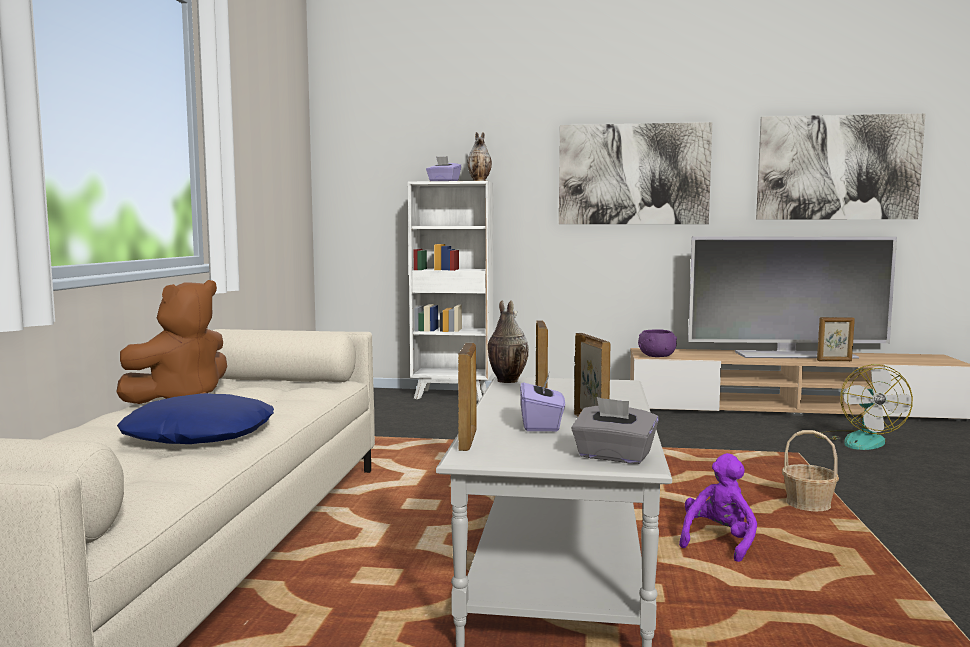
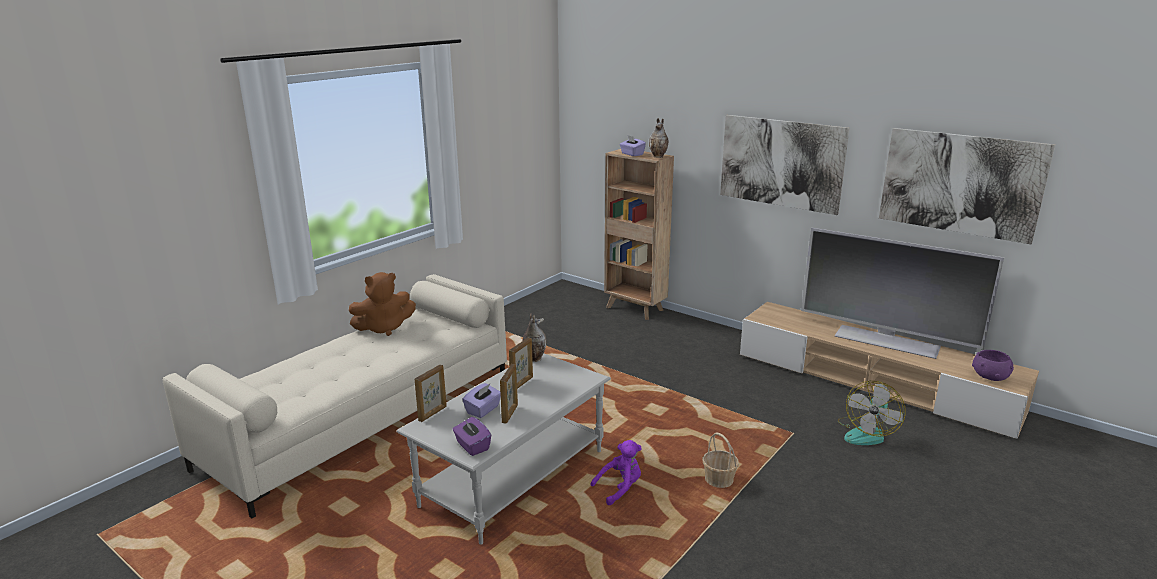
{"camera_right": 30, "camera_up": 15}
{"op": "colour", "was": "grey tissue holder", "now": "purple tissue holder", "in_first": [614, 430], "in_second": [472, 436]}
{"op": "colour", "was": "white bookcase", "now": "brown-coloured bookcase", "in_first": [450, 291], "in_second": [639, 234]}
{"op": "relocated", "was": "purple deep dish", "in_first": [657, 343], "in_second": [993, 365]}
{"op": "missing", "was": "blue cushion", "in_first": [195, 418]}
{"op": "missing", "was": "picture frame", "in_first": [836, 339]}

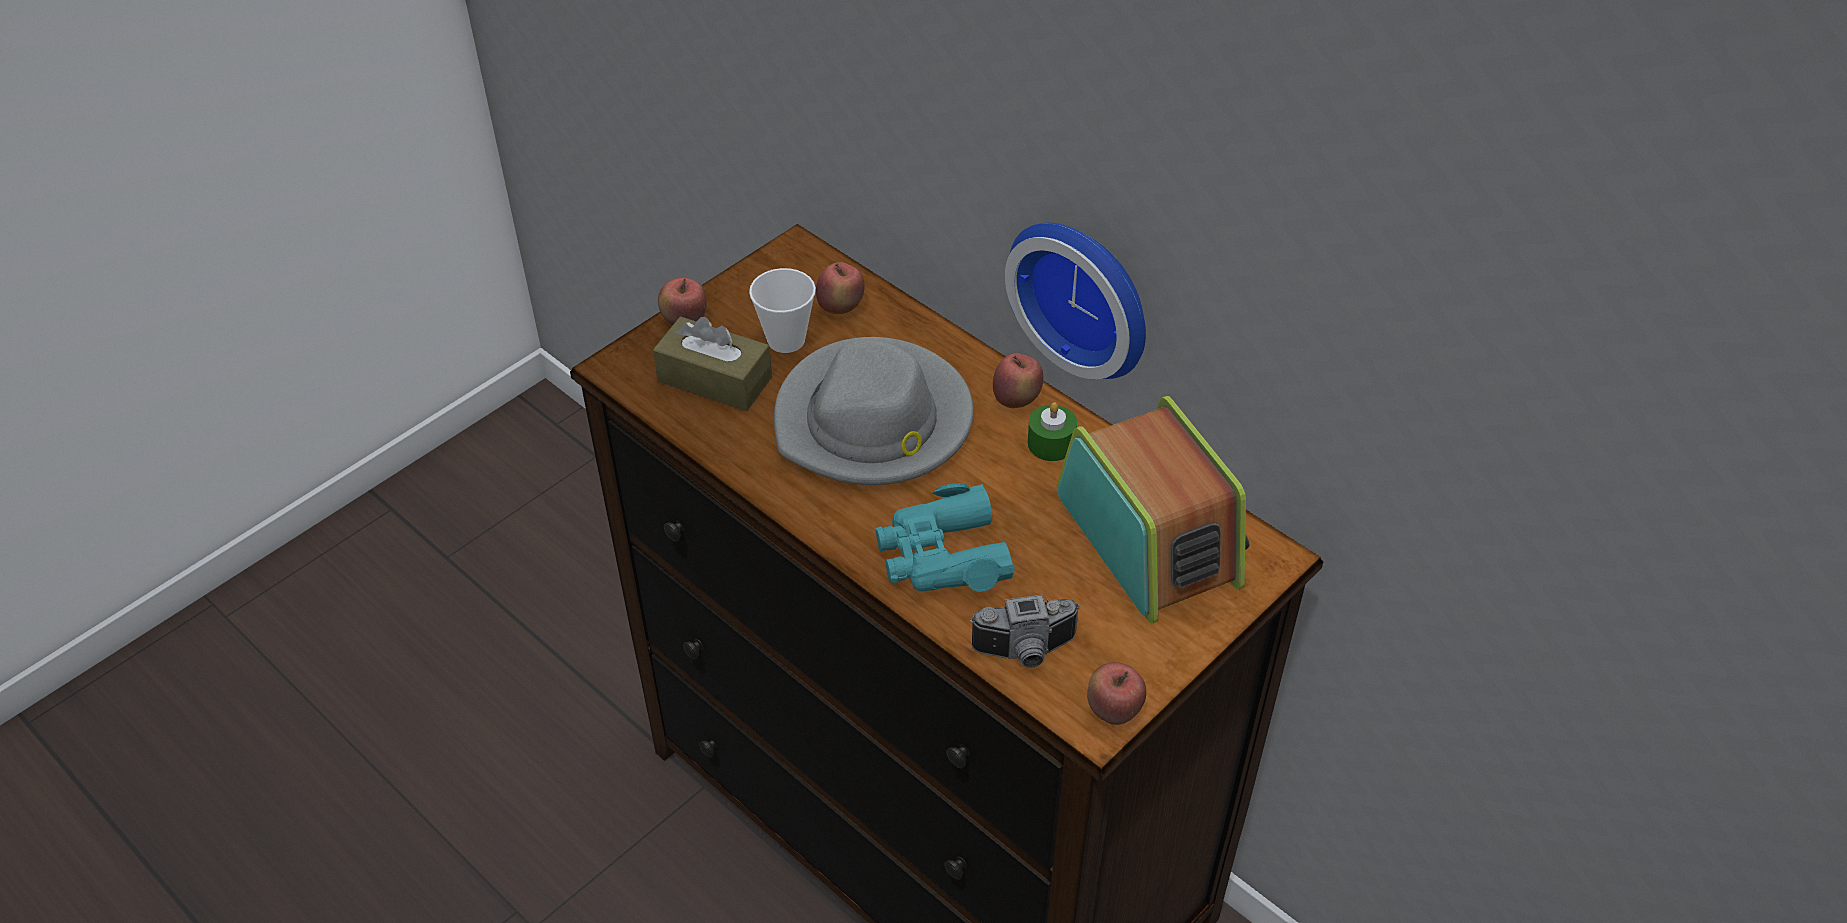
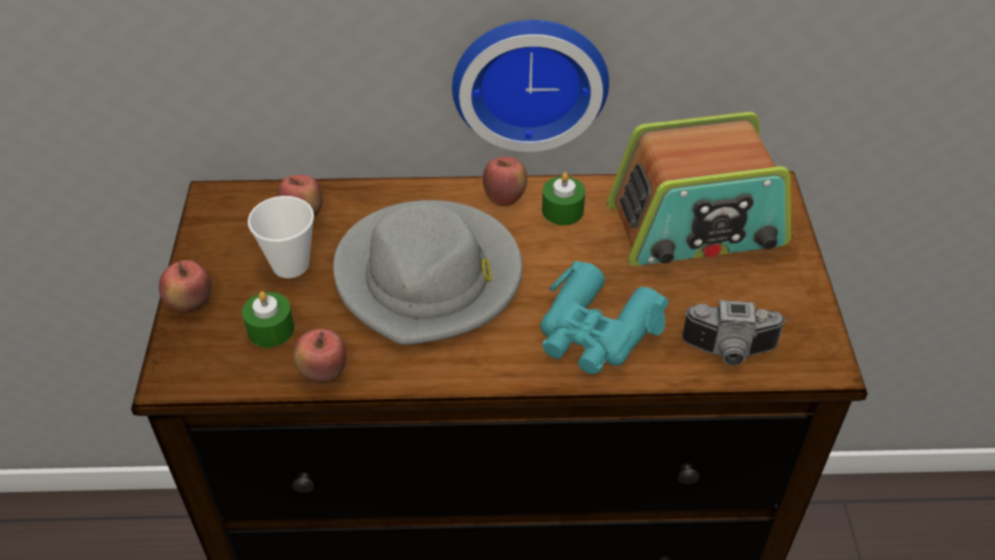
{"camera_right": -45, "camera_up": 0}
{"op": "exchanged", "was": "brown-coloured tissue holder", "now": "green wax light", "in_first": [712, 364], "in_second": [268, 319]}
{"op": "relocated", "was": "apple", "in_first": [1116, 693], "in_second": [319, 356]}
{"op": "spun", "was": "radio", "in_first": [1153, 509], "in_second": [698, 189], "clockwise": 150}
{"op": "spun", "was": "still camera", "in_first": [1025, 631], "in_second": [734, 332], "clockwise": 60}

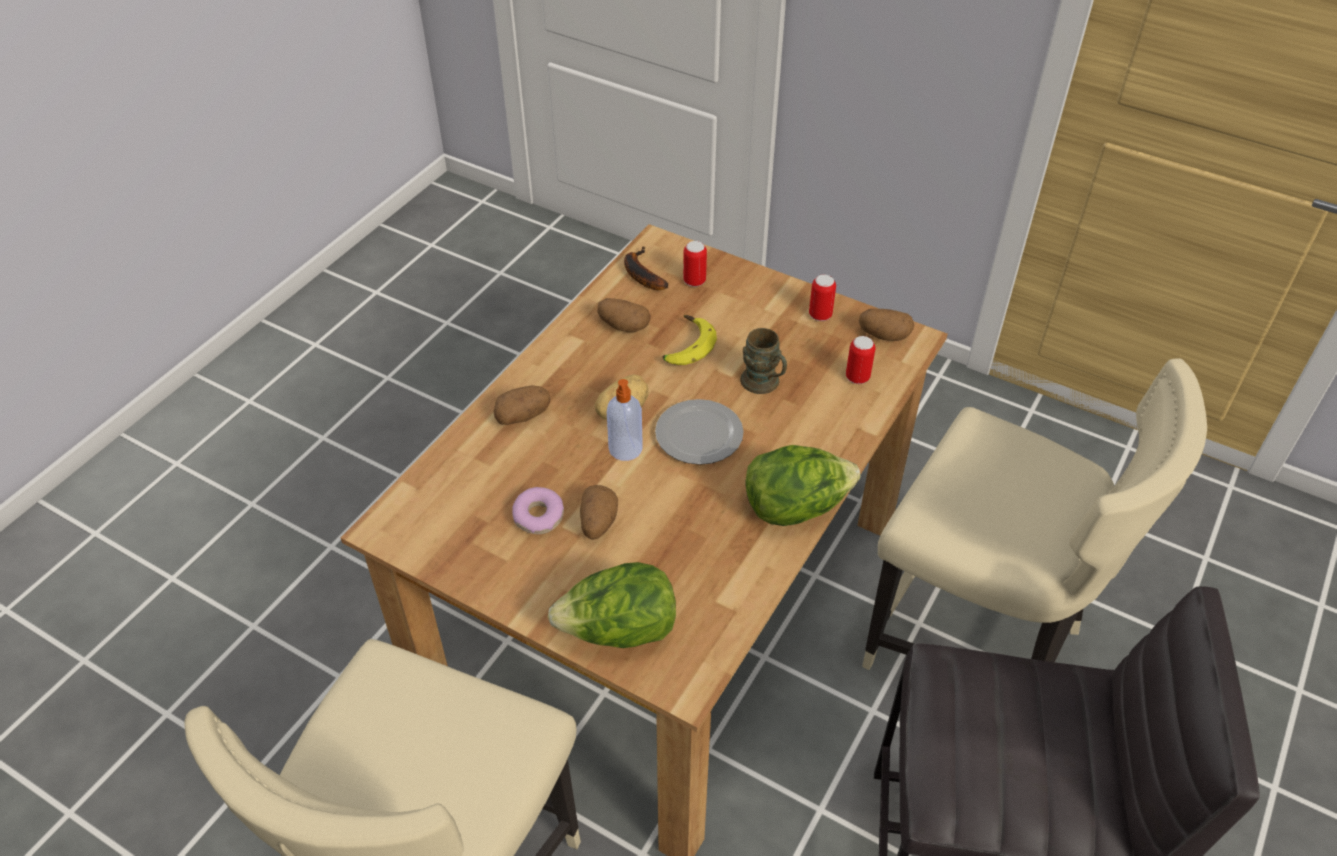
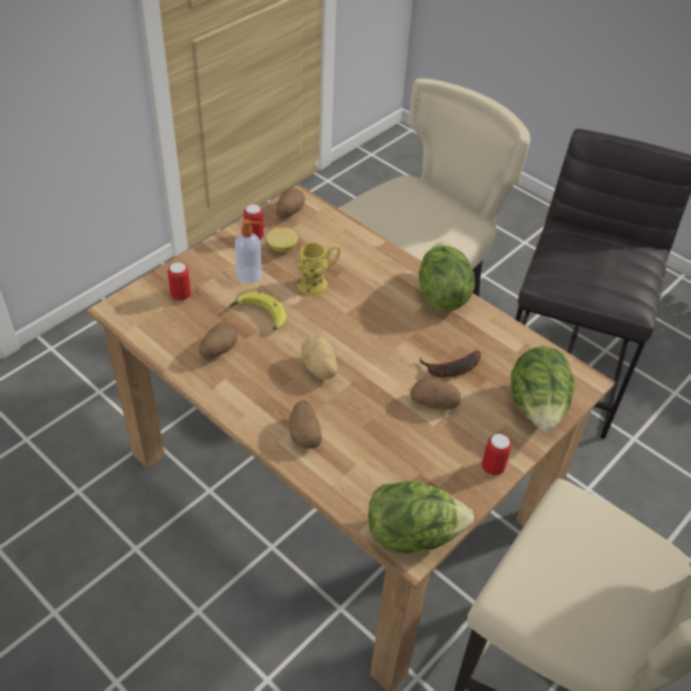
{"camera_right": -80, "camera_up": 0}
{"op": "relocated", "was": "soap bottle", "in_first": [625, 420], "in_second": [248, 251]}
{"op": "appeared", "now": "citrus fruit", "in_second": [282, 240]}
{"op": "colour", "was": "brown-coloured coffee mug", "now": "yellowish coffee mug", "in_first": [763, 361], "in_second": [318, 269]}
{"op": "appeared", "now": "lettuce", "in_second": [421, 517]}
{"op": "relocated", "was": "banana", "in_first": [646, 268], "in_second": [450, 364]}
{"op": "relocated", "was": "sealed can", "in_first": [860, 360], "in_second": [496, 455]}
{"op": "missing", "was": "ring doughnut", "in_first": [538, 510]}
{"op": "missing", "was": "dinner plate", "in_first": [699, 432]}

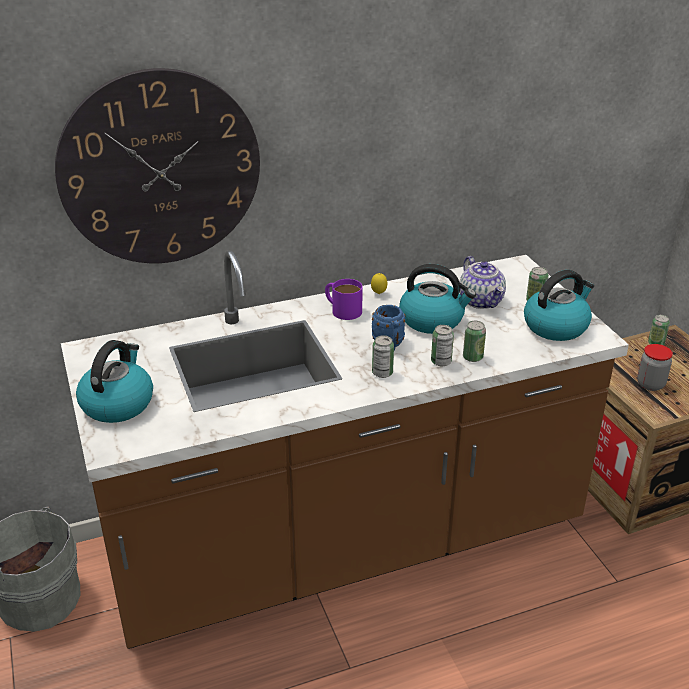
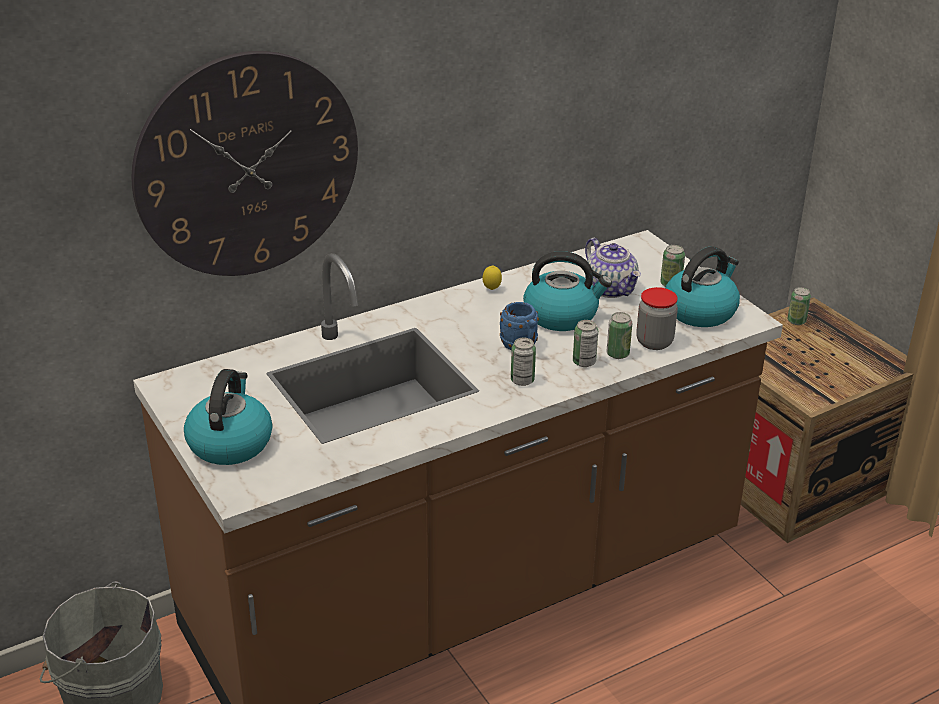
{"camera_right": -10, "camera_up": 0}
{"op": "relocated", "was": "storage jar", "in_first": [655, 367], "in_second": [657, 318]}
{"op": "missing", "was": "purple coffee mug", "in_first": [344, 299]}

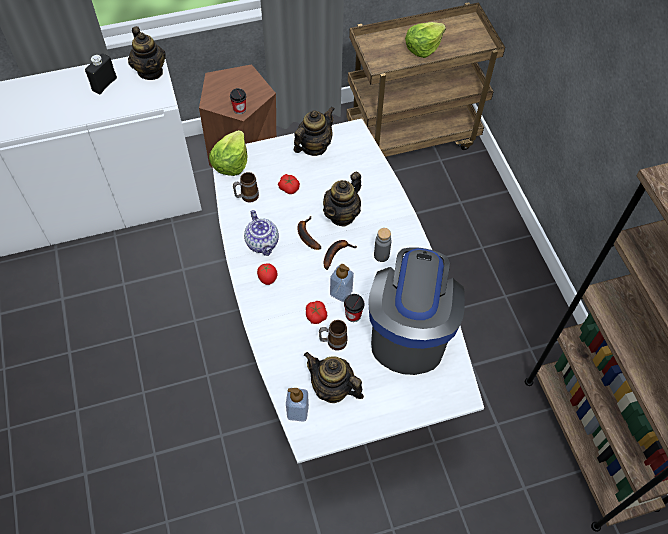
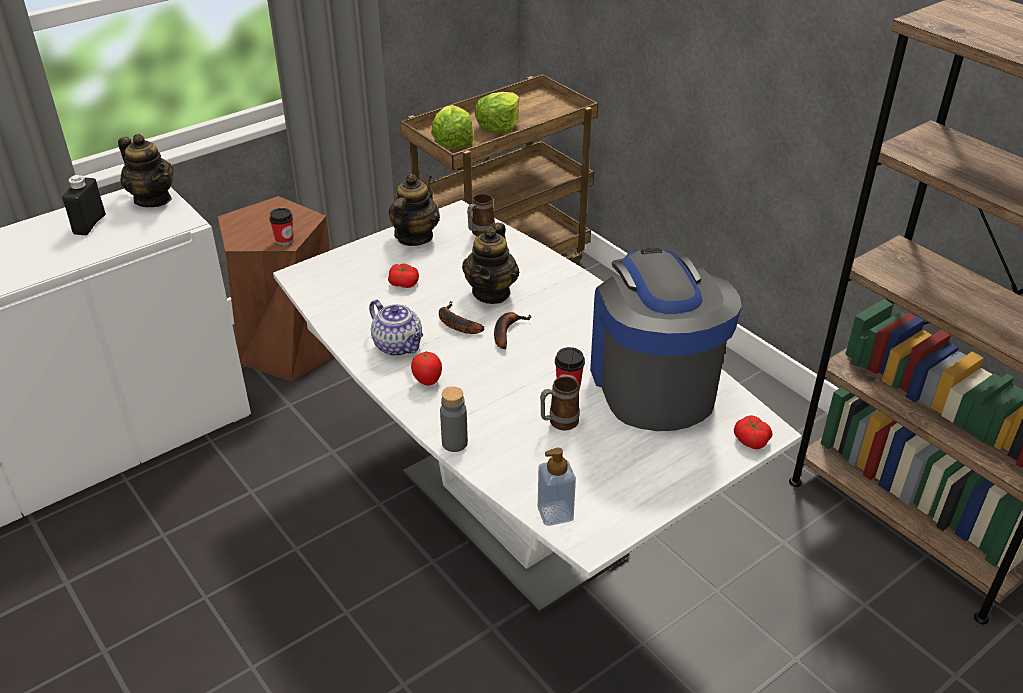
{"camera_right": -20, "camera_up": -20}
{"op": "relocated", "was": "lettuce", "in_first": [228, 153], "in_second": [452, 126]}
{"op": "relocated", "was": "grey beverage bottle", "in_first": [383, 245], "in_second": [454, 419]}
{"op": "relocated", "was": "coffee mug", "in_first": [246, 187], "in_second": [481, 215]}
{"op": "relocated", "was": "fresh tomato", "in_first": [316, 312], "in_second": [753, 432]}
{"op": "missing", "was": "tea pot", "in_first": [334, 377]}
{"op": "missing", "was": "soap bottle", "in_first": [342, 283]}

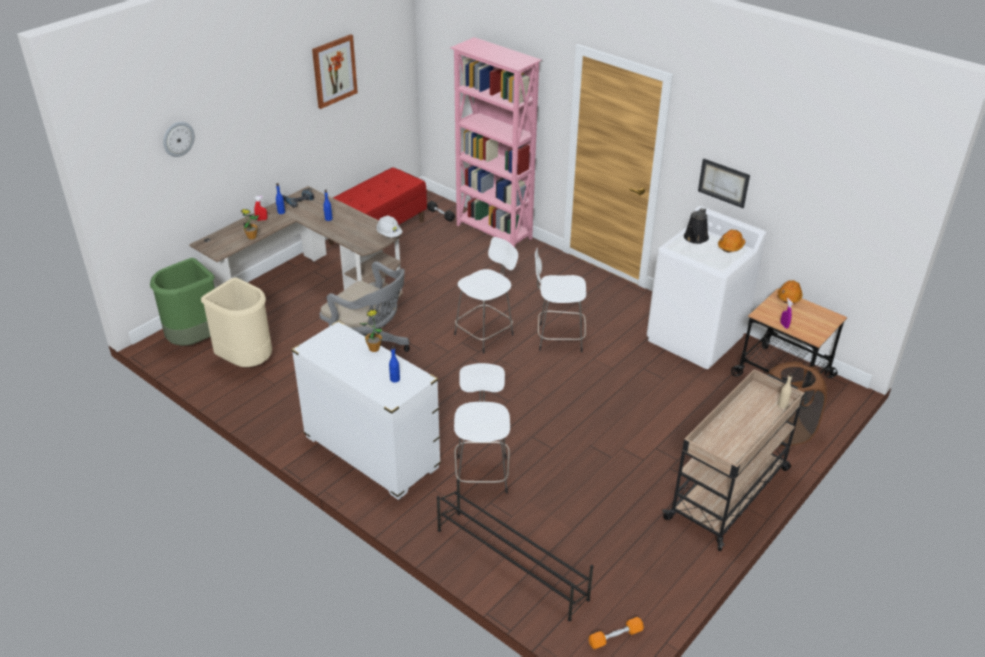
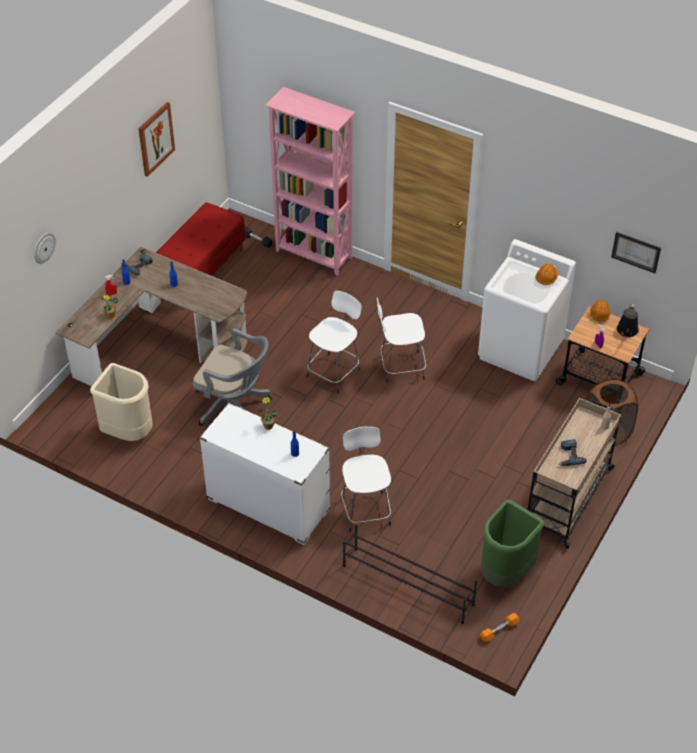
{"camera_right": -10, "camera_up": 10}
{"op": "relocated", "was": "green trash can", "in_first": [182, 302], "in_second": [512, 543]}
{"op": "appeared", "now": "drill", "in_second": [573, 452]}
{"op": "relocated", "was": "wall picture", "in_first": [724, 183], "in_second": [636, 252]}
{"op": "relocated", "was": "blackish sprinkling can", "in_first": [696, 226], "in_second": [628, 320]}
{"op": "missing", "was": "white hard hat", "in_first": [389, 226]}

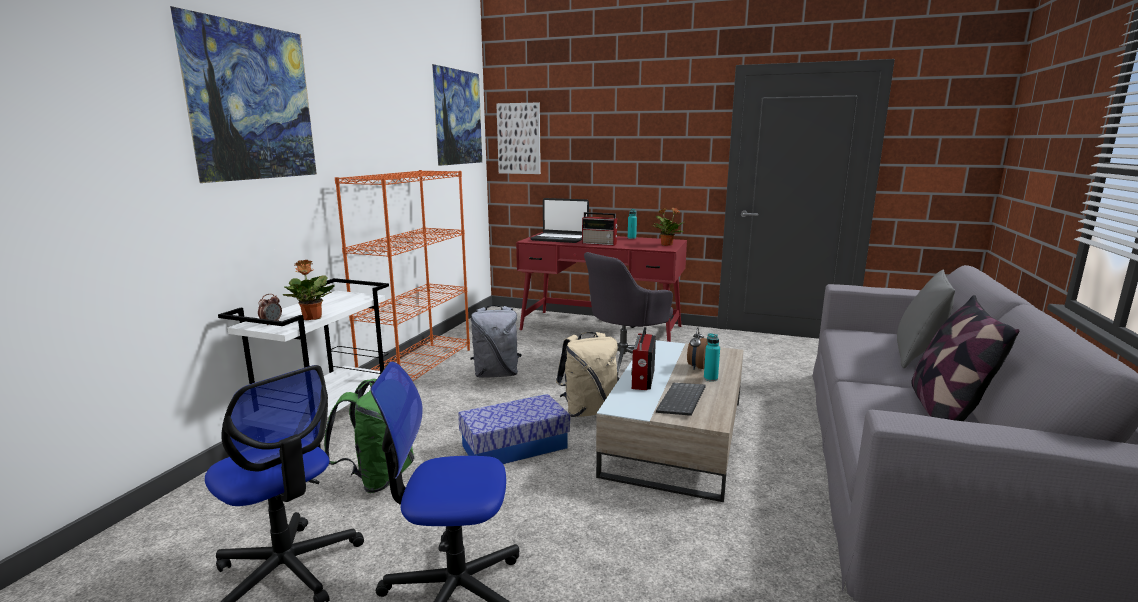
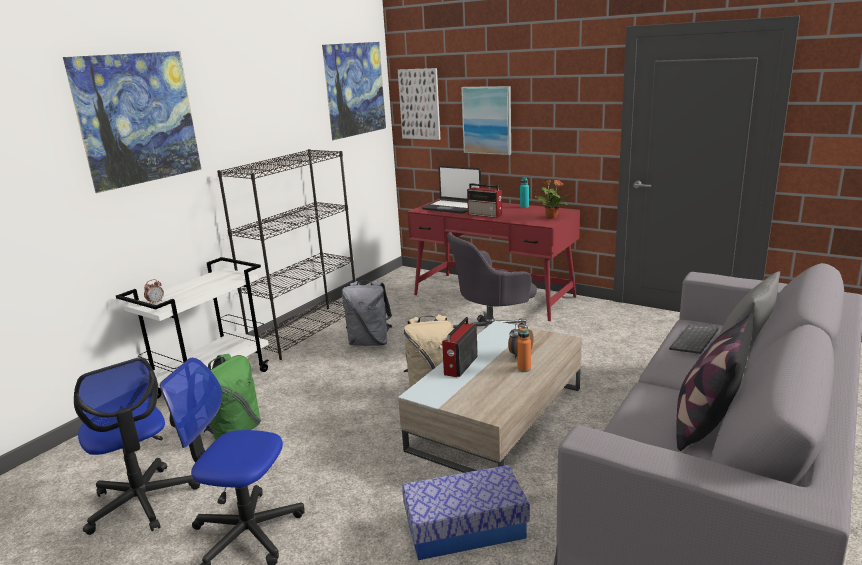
{"camera_right": 15, "camera_up": 5}
{"op": "colour", "was": "orangey bookcase", "now": "blackish bookcase", "in_first": [402, 275], "in_second": [286, 254]}
{"op": "relocated", "was": "storage box", "in_first": [514, 429], "in_second": [466, 512]}
{"op": "appeared", "now": "wall picture", "in_second": [486, 120]}
{"op": "colour", "was": "turquoise beverage bottle", "now": "orangey beverage bottle", "in_first": [712, 357], "in_second": [524, 349]}
{"op": "relocated", "was": "computer keyboard", "in_first": [681, 399], "in_second": [694, 339]}
{"op": "missing", "was": "houseplant", "in_first": [308, 290]}

